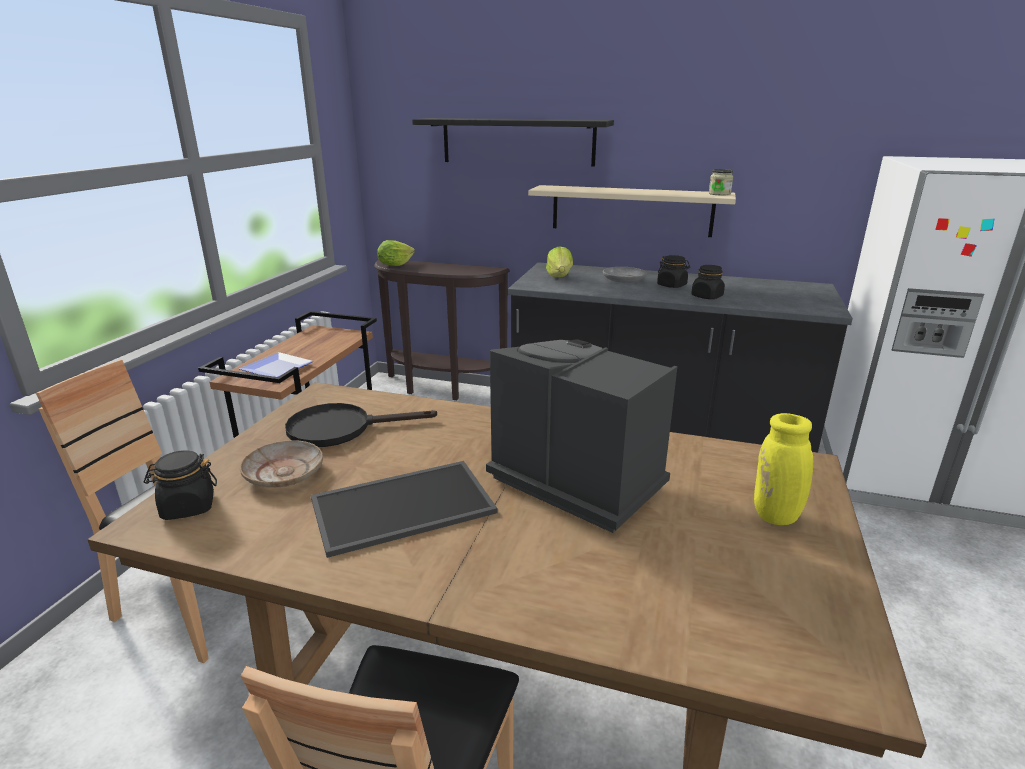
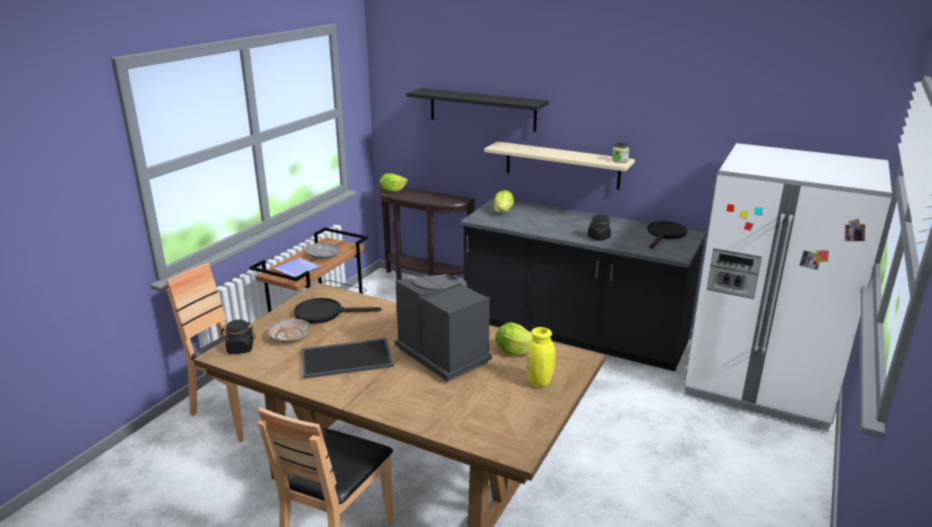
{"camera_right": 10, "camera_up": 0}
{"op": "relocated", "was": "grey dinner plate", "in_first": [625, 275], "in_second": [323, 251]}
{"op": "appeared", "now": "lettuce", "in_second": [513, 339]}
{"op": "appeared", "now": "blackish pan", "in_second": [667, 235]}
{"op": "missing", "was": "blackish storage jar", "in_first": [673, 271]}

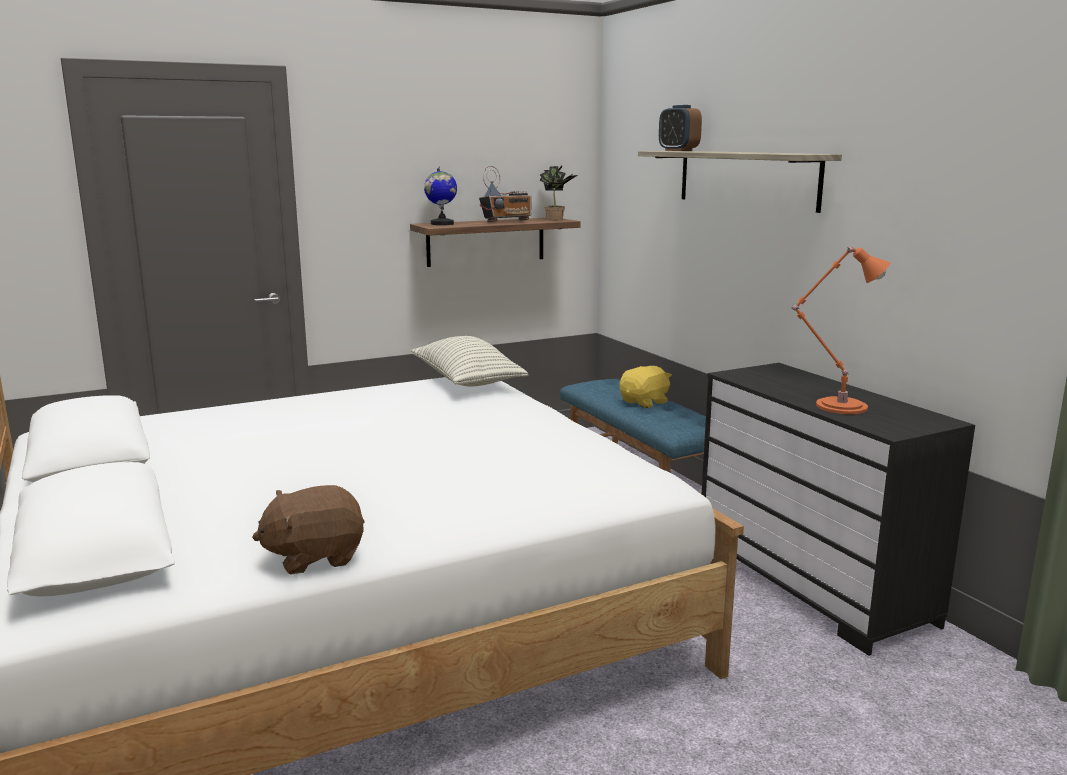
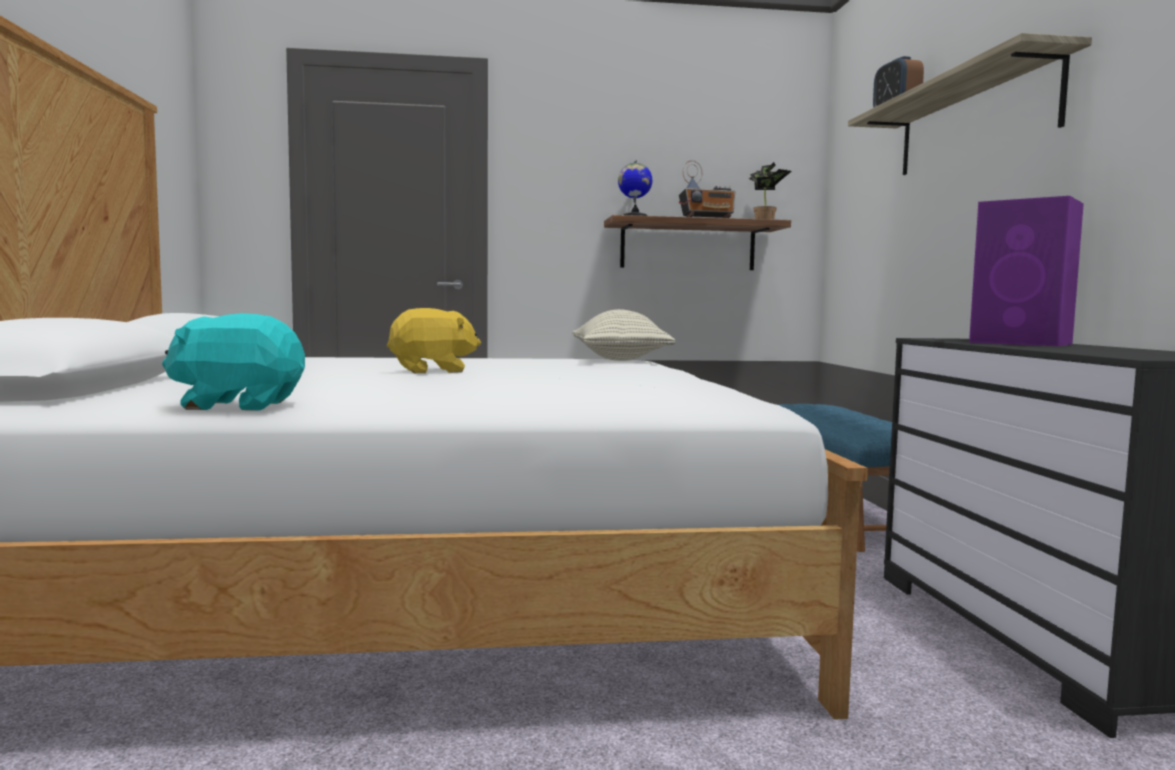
{"camera_right": 20, "camera_up": -10}
{"op": "colour", "was": "brown-coloured soft toy", "now": "turquoise soft toy", "in_first": [308, 530], "in_second": [233, 361]}
{"op": "relocated", "was": "yellowish soft toy", "in_first": [645, 387], "in_second": [434, 340]}
{"op": "appeared", "now": "purple audio speaker", "in_second": [1026, 271]}
{"op": "missing", "was": "orangey tabletop lamp", "in_first": [841, 330]}

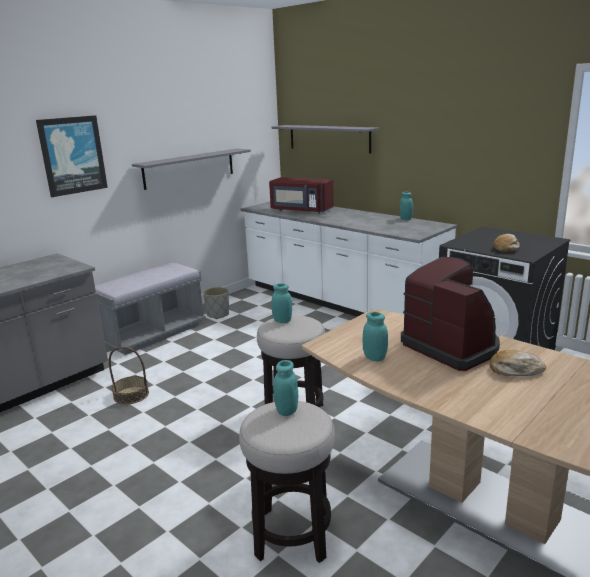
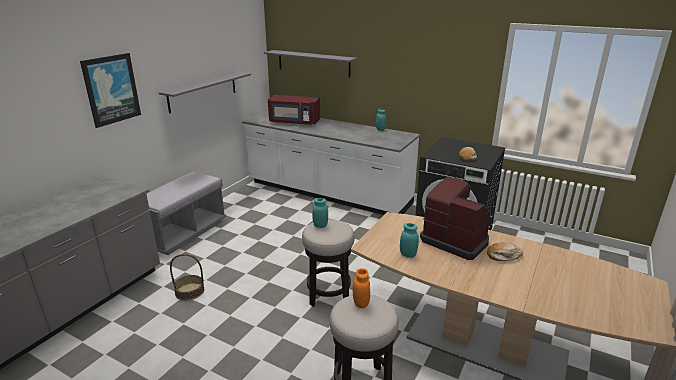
{"camera_right": -15, "camera_up": 5}
{"op": "colour", "was": "turquoise storage jar", "now": "orangey storage jar", "in_first": [285, 388], "in_second": [361, 288]}
{"op": "missing", "was": "grey plant pot", "in_first": [216, 303]}

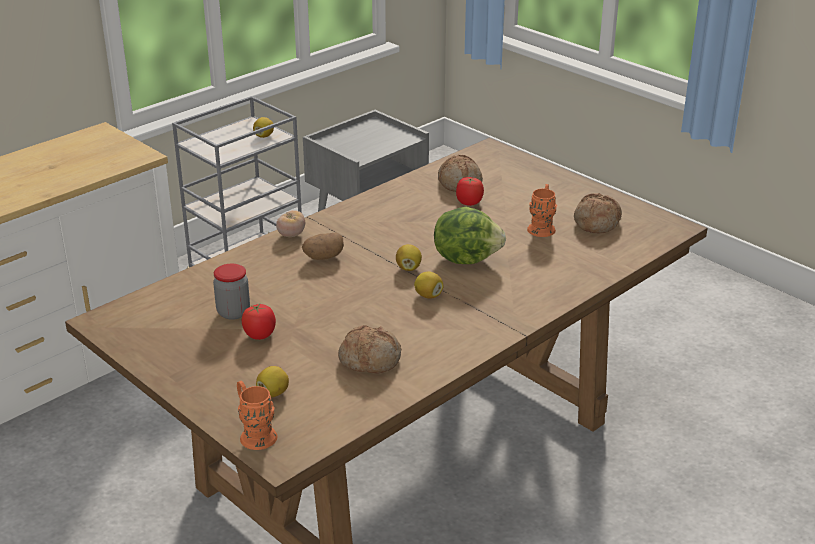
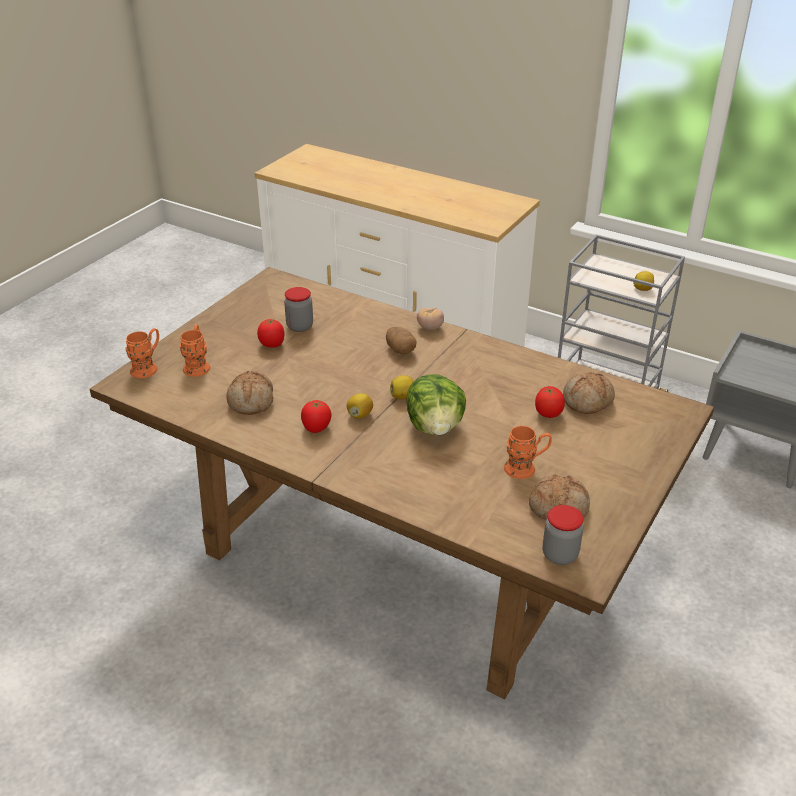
{"camera_right": 75, "camera_up": 5}
{"op": "exchanged", "was": "citrus fruit", "now": "orangey coffee mug", "in_first": [272, 382], "in_second": [195, 351]}
{"op": "appeared", "now": "fresh tomato", "in_second": [316, 416]}
{"op": "appeared", "now": "storage jar", "in_second": [563, 535]}

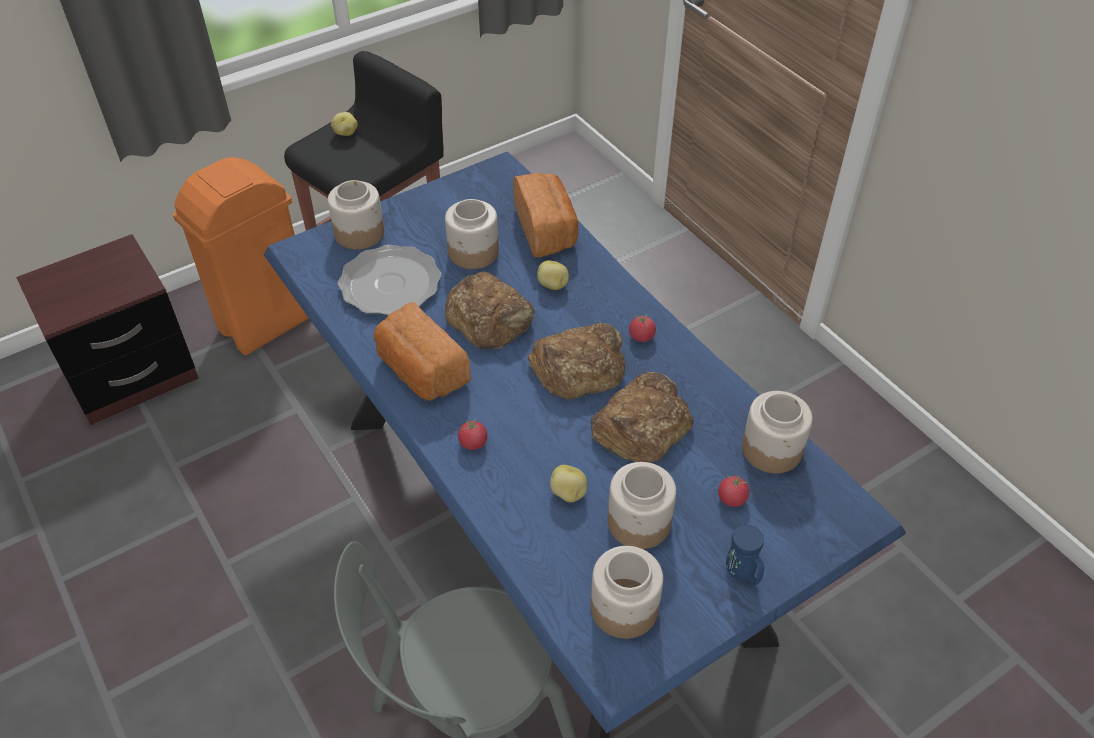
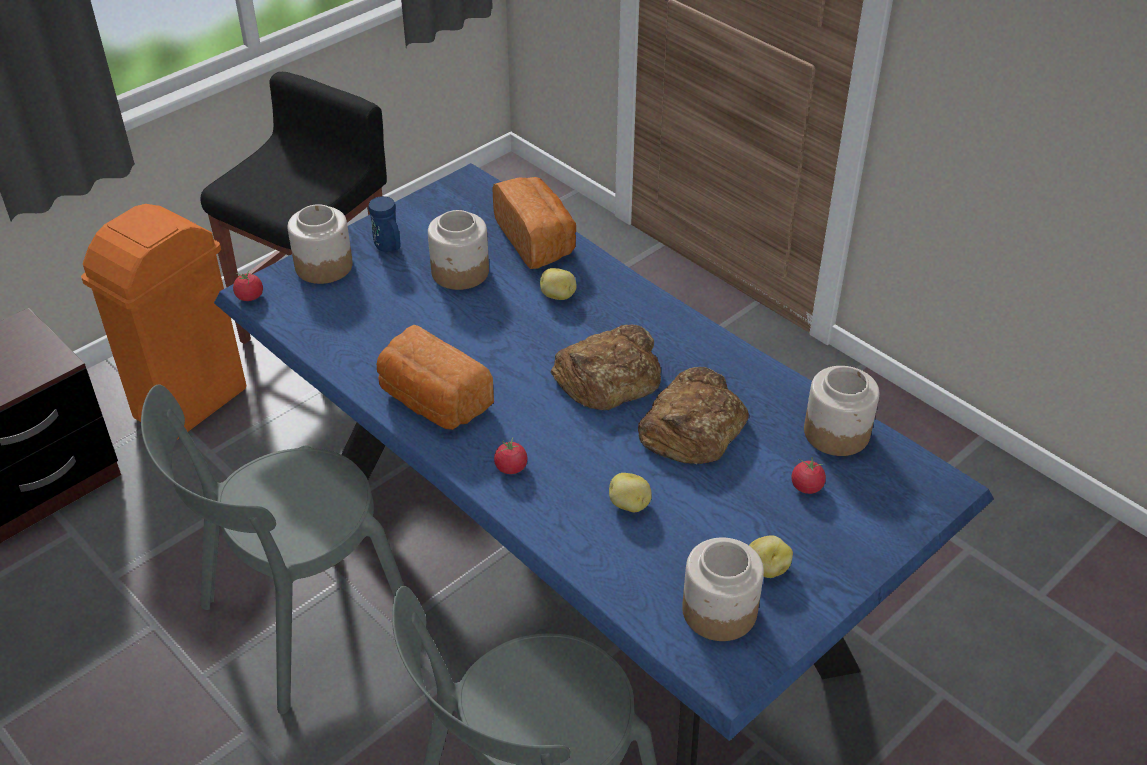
{"camera_right": -10, "camera_up": -5}
{"op": "appeared", "now": "grey upright chair", "in_second": [272, 549]}
{"op": "relocated", "was": "fresh tomato", "in_first": [642, 328], "in_second": [248, 286]}
{"op": "relocated", "was": "blue coffee mug", "in_first": [745, 555], "in_second": [384, 224]}
{"op": "relocated", "was": "spud", "in_first": [344, 124], "in_second": [771, 556]}
{"op": "missing", "was": "dinner plate", "in_first": [389, 280]}
{"op": "missing", "was": "bread", "in_first": [489, 310]}
{"op": "missing", "was": "storage jar", "in_first": [642, 505]}

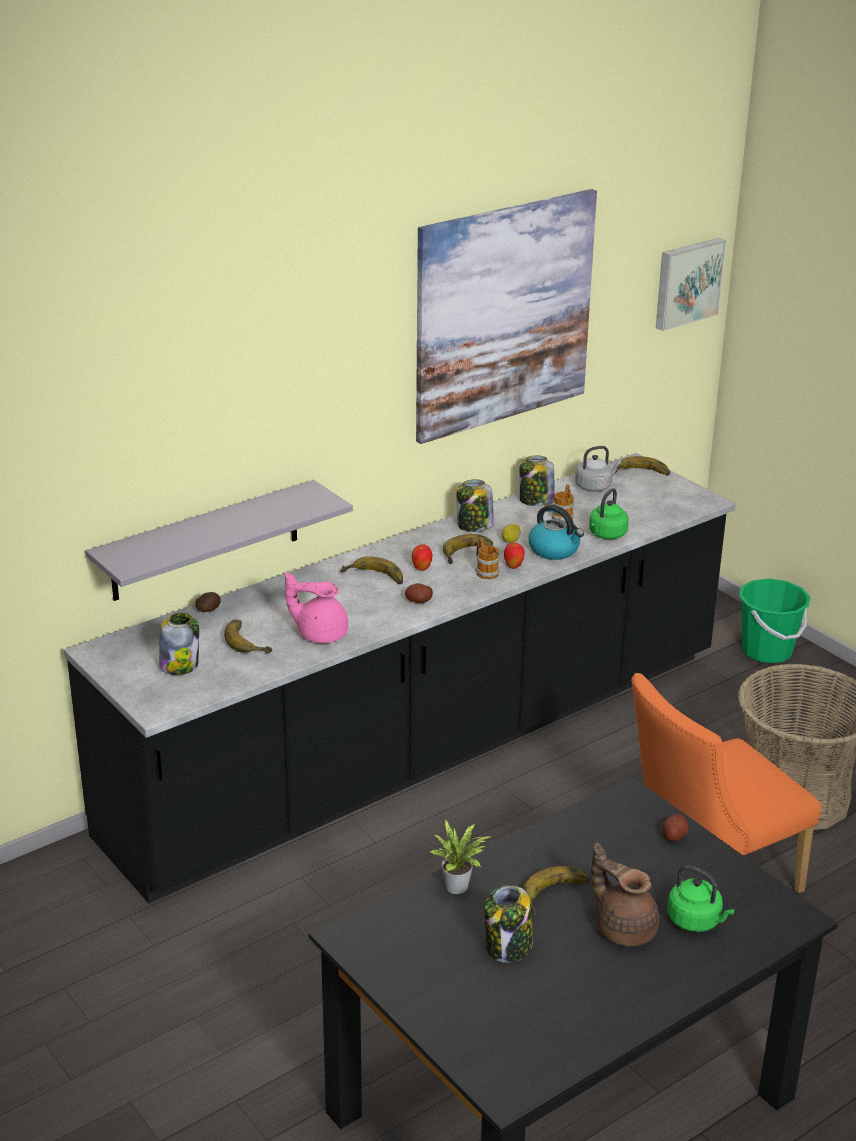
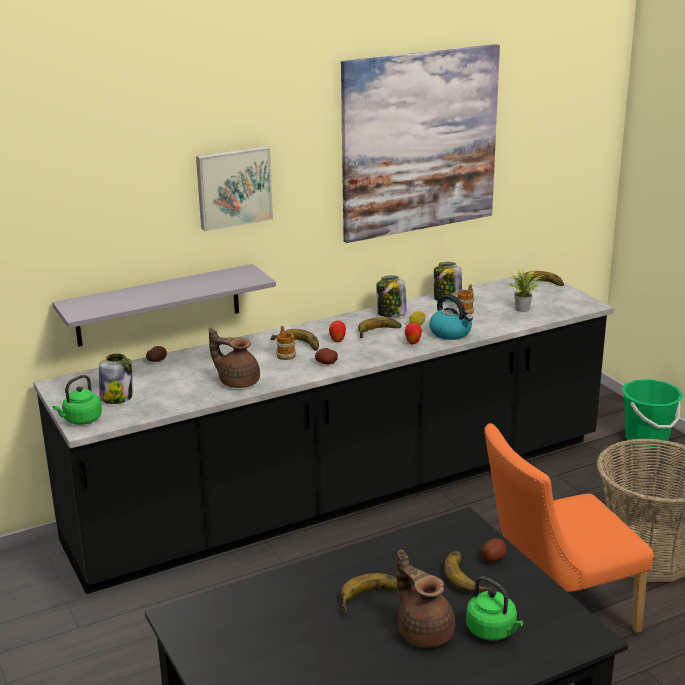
{"camera_right": 10, "camera_up": -5}
{"op": "relocated", "was": "green water kettle", "in_first": [609, 513], "in_second": [77, 400]}
{"op": "relocated", "was": "wall picture", "in_first": [691, 284], "in_second": [234, 188]}
{"op": "colour", "was": "pink tea pot", "now": "brown-coloured tea pot", "in_first": [316, 607], "in_second": [234, 358]}
{"op": "relocated", "was": "coffee mug", "in_first": [488, 558], "in_second": [286, 343]}
{"op": "relocated", "was": "banana", "in_first": [248, 636], "in_second": [470, 571]}
{"op": "relocated", "was": "houseplant", "in_first": [461, 857], "in_second": [526, 290]}
{"op": "missing", "was": "storage jar", "in_first": [508, 924]}
{"op": "missing", "was": "grey water kettle", "in_first": [598, 469]}

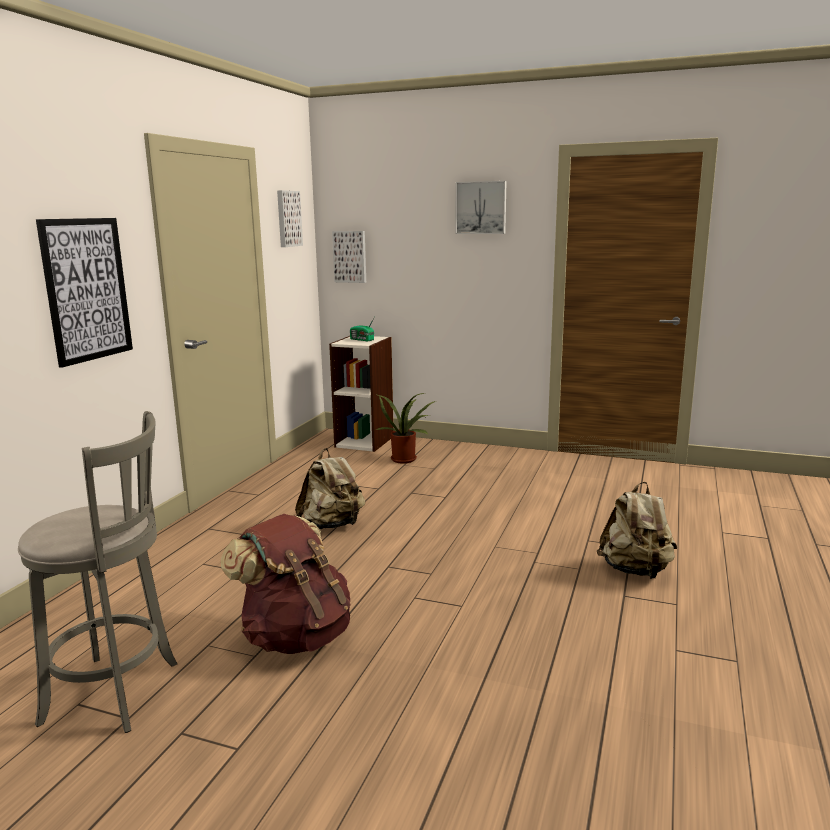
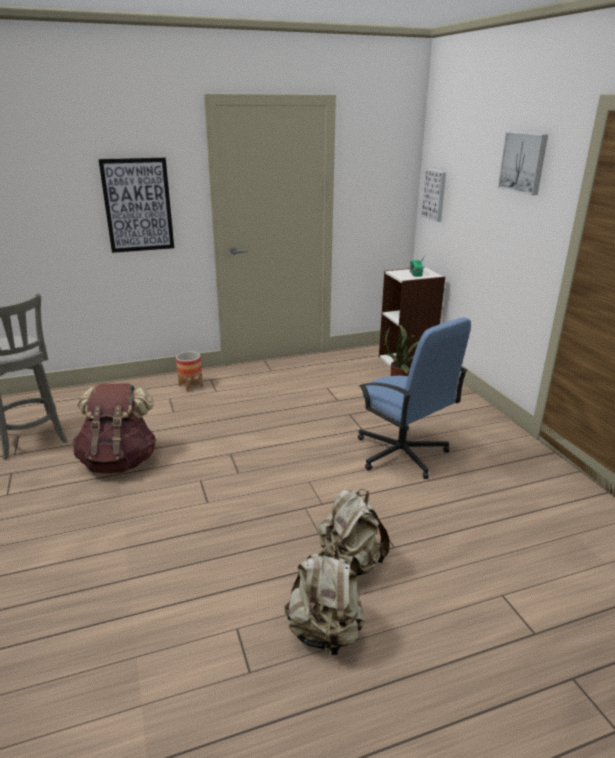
{"camera_right": 50, "camera_up": 10}
{"op": "appeared", "now": "plant pot", "in_second": [189, 371]}
{"op": "relocated", "was": "beige backpack", "in_first": [330, 488], "in_second": [325, 601]}
{"op": "appeared", "now": "blue office chair", "in_second": [414, 398]}
{"op": "missing", "was": "wall picture", "in_first": [290, 218]}

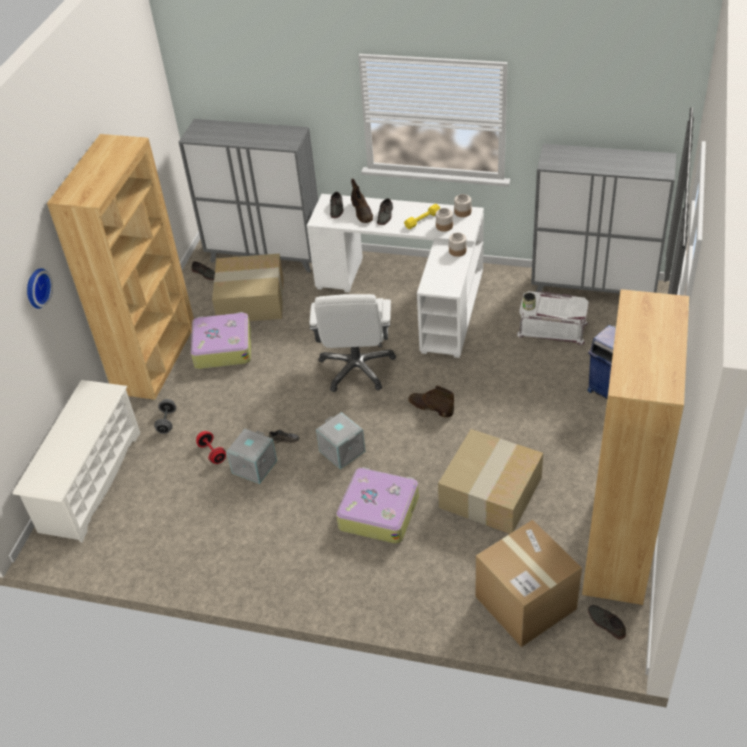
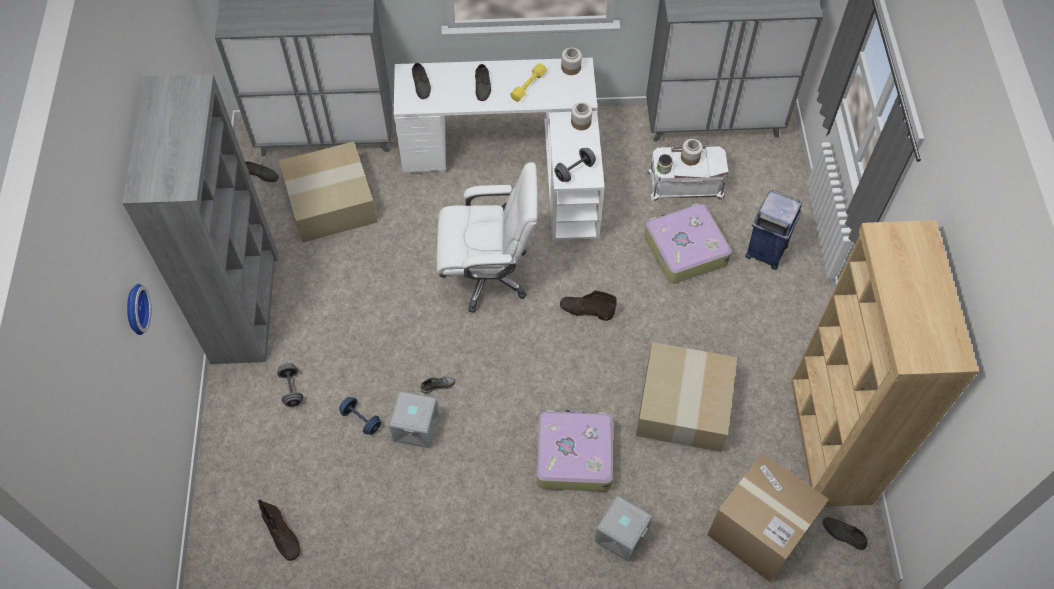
{"camera_right": -20, "camera_up": 15}
{"op": "colour", "was": "brown-coloured bookcase", "now": "grey bookcase", "in_first": [120, 267], "in_second": [200, 219]}
{"op": "relocated", "was": "brown-coloured tall boot", "in_first": [362, 201], "in_second": [279, 530]}
{"op": "colour", "was": "reddish hand weight", "now": "blue hand weight", "in_first": [211, 447], "in_second": [360, 416]}
{"op": "spun", "was": "white office chair", "in_first": [352, 343], "in_second": [487, 237], "clockwise": -75}
{"op": "appeared", "now": "grey hand weight", "in_second": [575, 165]}
{"op": "relocated", "was": "grey storage box", "in_first": [340, 440], "in_second": [623, 528]}
{"op": "relocated", "was": "suitcase", "in_first": [221, 340], "in_second": [688, 243]}
{"op": "relocated", "was": "storage jar", "in_first": [444, 220], "in_second": [692, 152]}
{"op": "missing", "was": "white shoe shelf", "in_first": [76, 461]}

